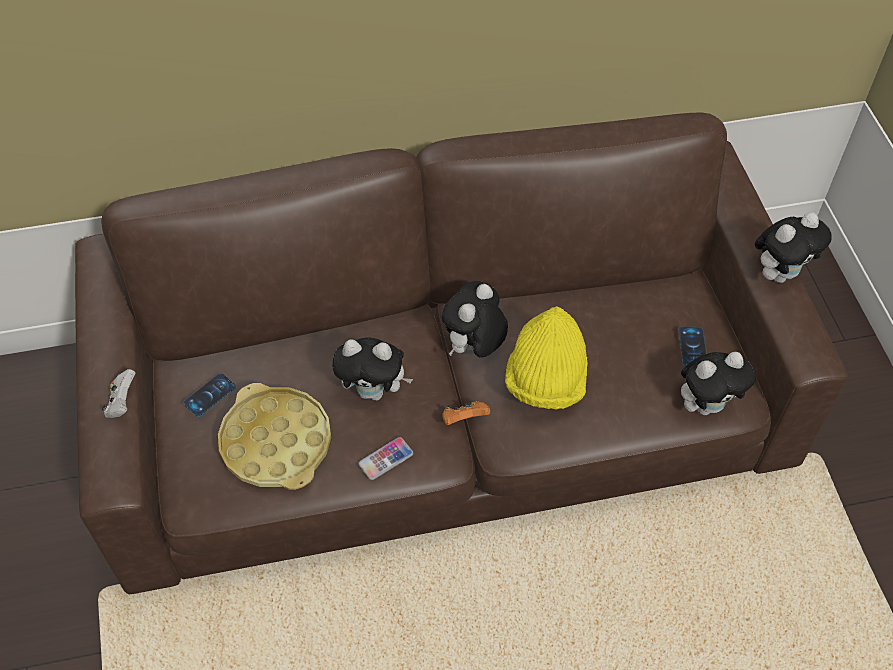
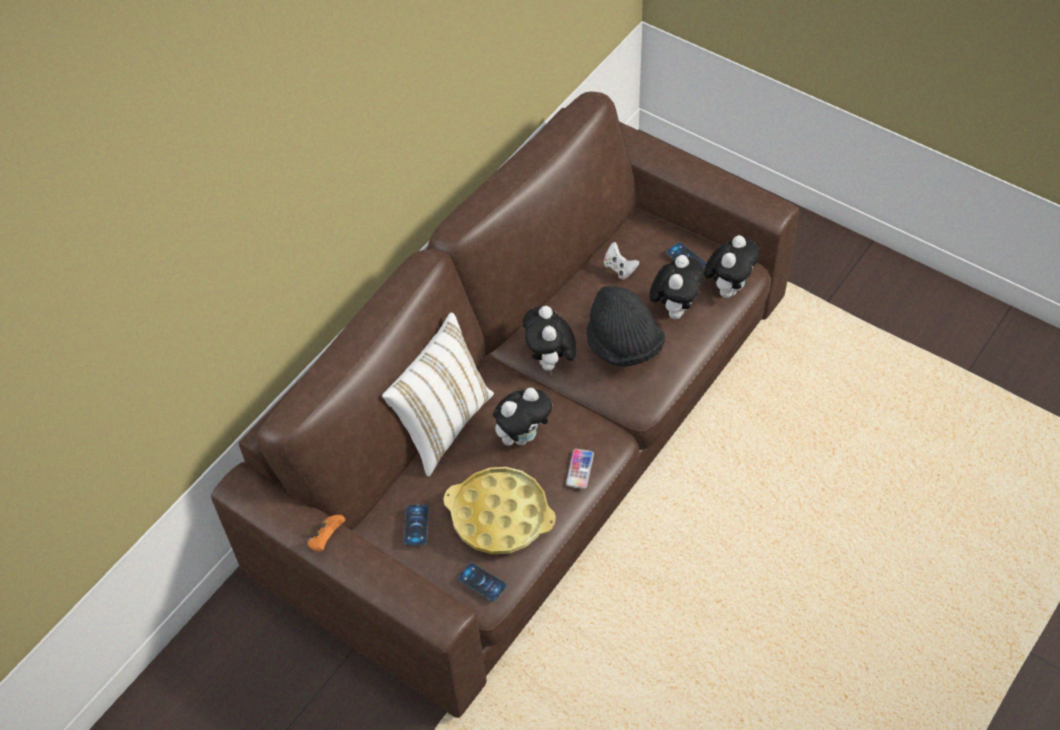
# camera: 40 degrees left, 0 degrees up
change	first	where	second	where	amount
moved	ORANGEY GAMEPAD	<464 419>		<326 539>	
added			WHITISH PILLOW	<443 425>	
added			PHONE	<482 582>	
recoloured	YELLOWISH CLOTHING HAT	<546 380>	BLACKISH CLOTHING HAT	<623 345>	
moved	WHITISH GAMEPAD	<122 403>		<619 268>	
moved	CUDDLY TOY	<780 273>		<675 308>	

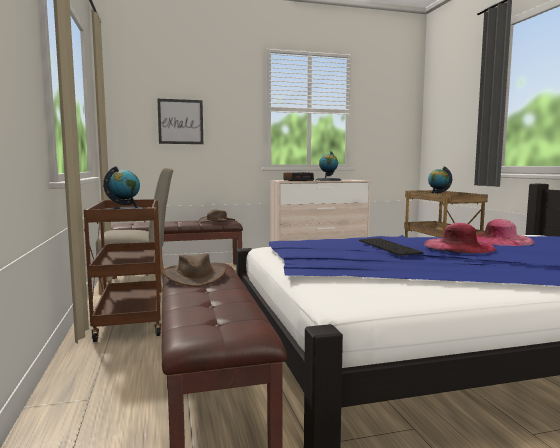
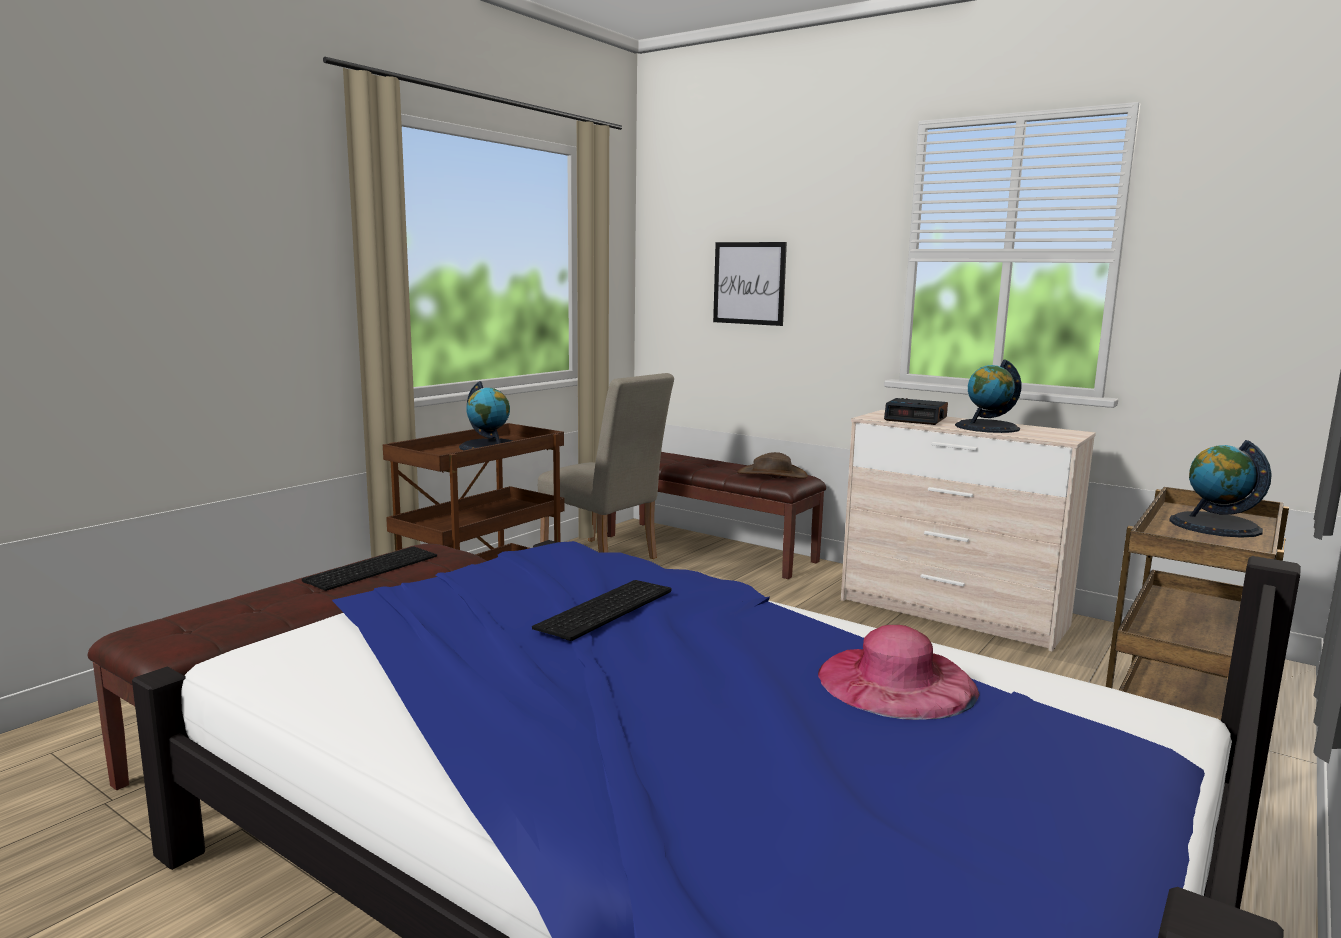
# camera: 50 degrees right, 5 degrees up
change	first	where	second	where	amount
replaced	BROWN-COLOURED CLOTHING HAT	<194 277>	KEYBOARD	<372 567>	
removed	PINK-COLOURED CLOTHING HAT	<458 246>			

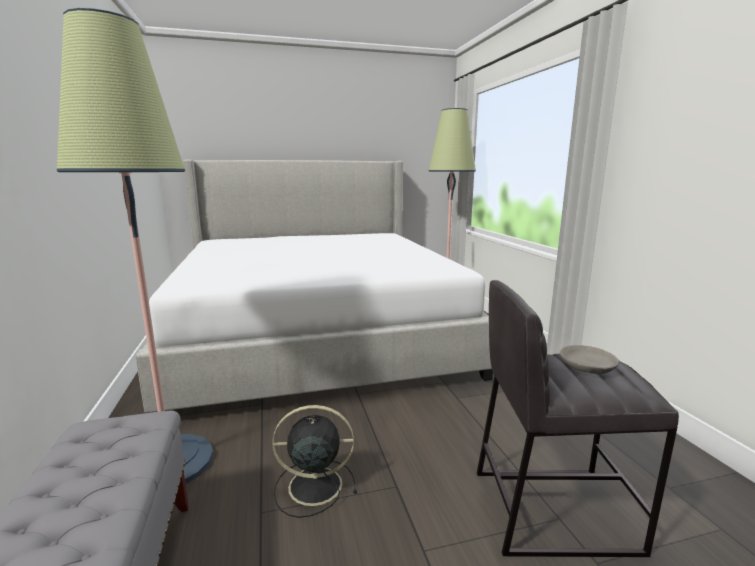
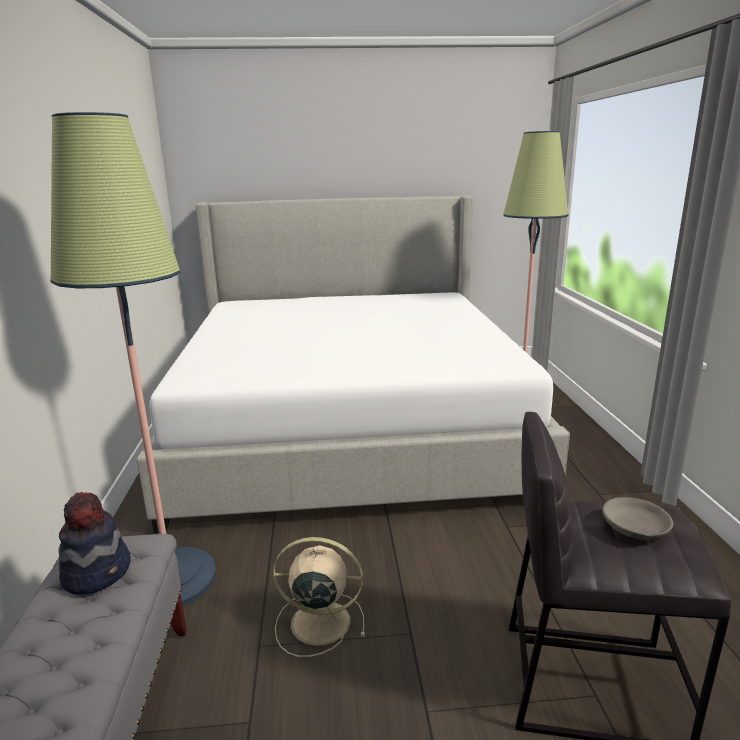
# camera: 10 degrees right, 5 degrees up
change	first	where	second	where	amount
added			CLOTHING HAT	<98 572>	
recoloured	BLACKISH FAN	<312 486>	SAND-COLOURED FAN	<317 622>	

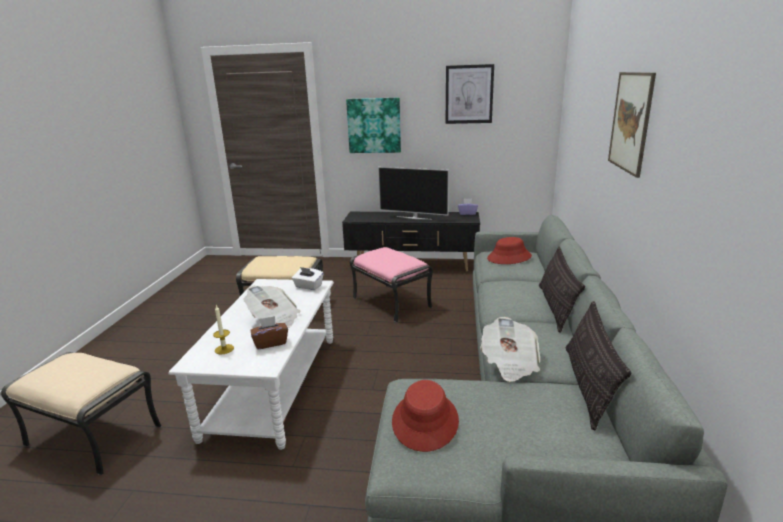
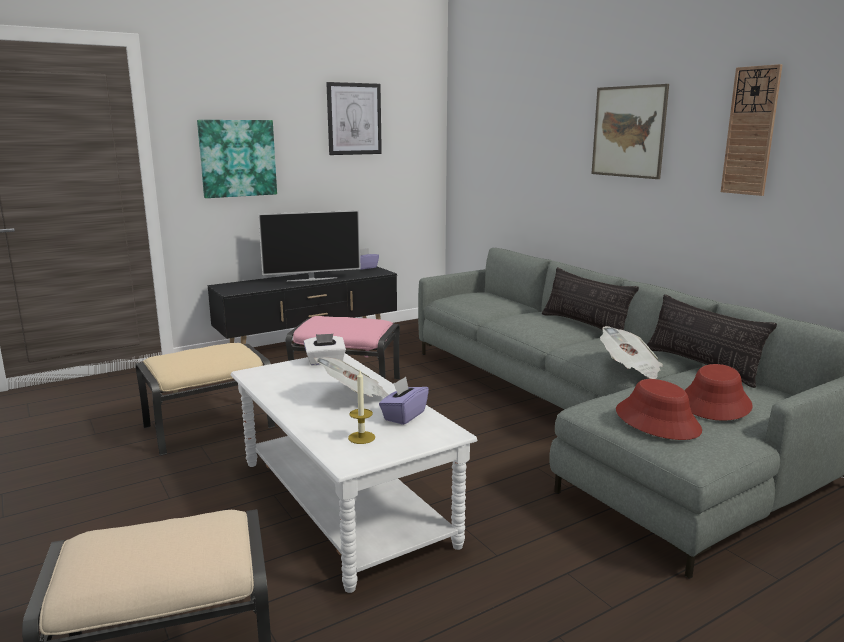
# camera: 40 degrees left, 5 degrees down
change	first	where	second	where	amount
recoloured	BROWN-COLOURED TISSUE HOLDER	<270 343>	PURPLE TISSUE HOLDER	<404 416>	
moved	RED CLOTHING HAT	<509 257>		<715 403>	
added			WALL CLOCK	<751 131>	

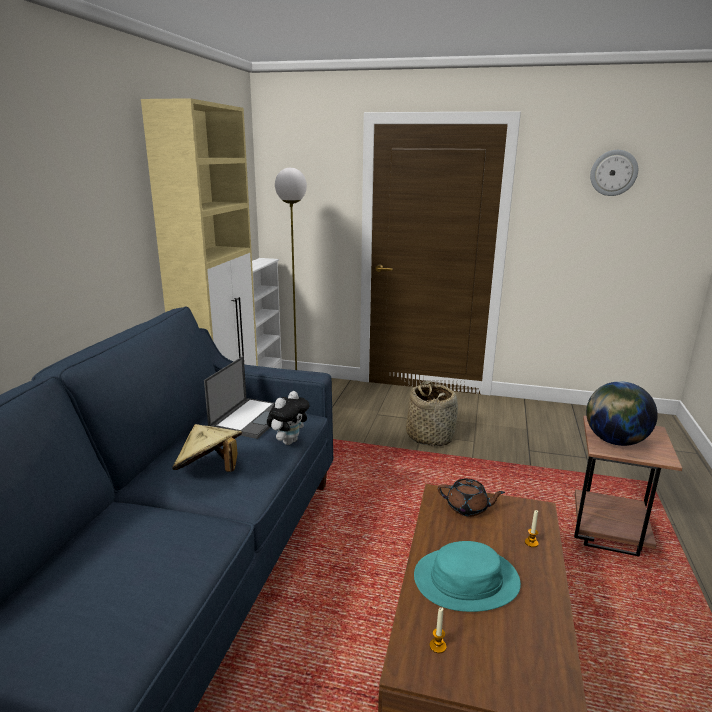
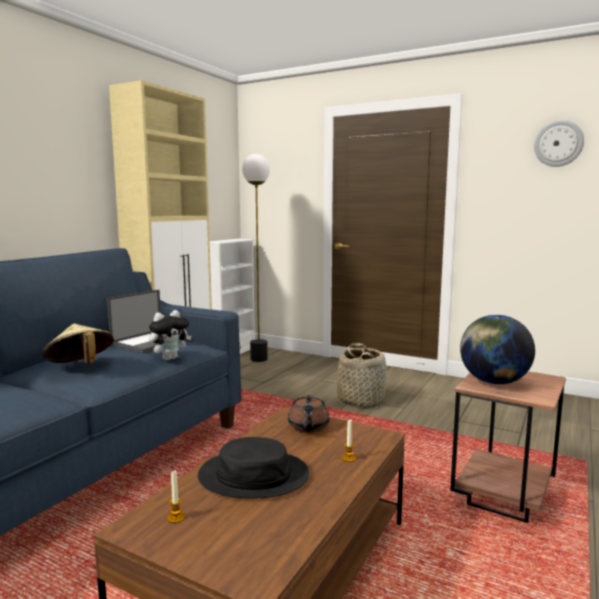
# camera: 15 degrees right, 10 degrees down
change	first	where	second	where	amount
recoloured	TURQUOISE CLOTHING HAT	<466 580>	BLACKISH CLOTHING HAT	<253 475>	
turned	BROWN-COLOURED POT FOR TEA	<468 508>		<308 427>	60 degrees clockwise

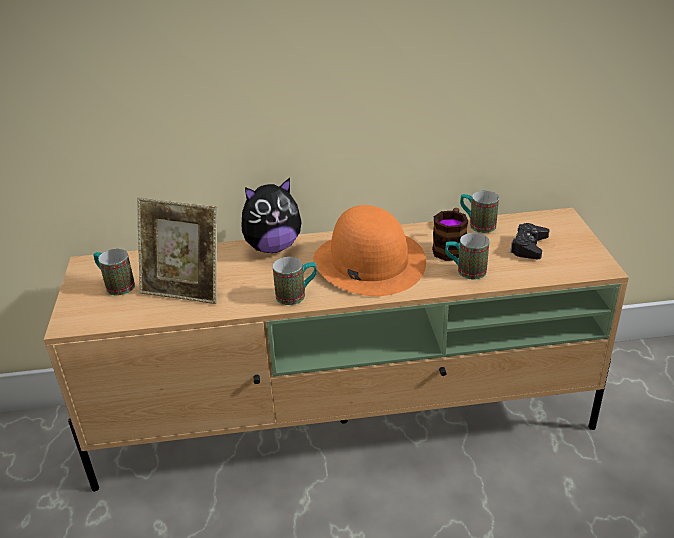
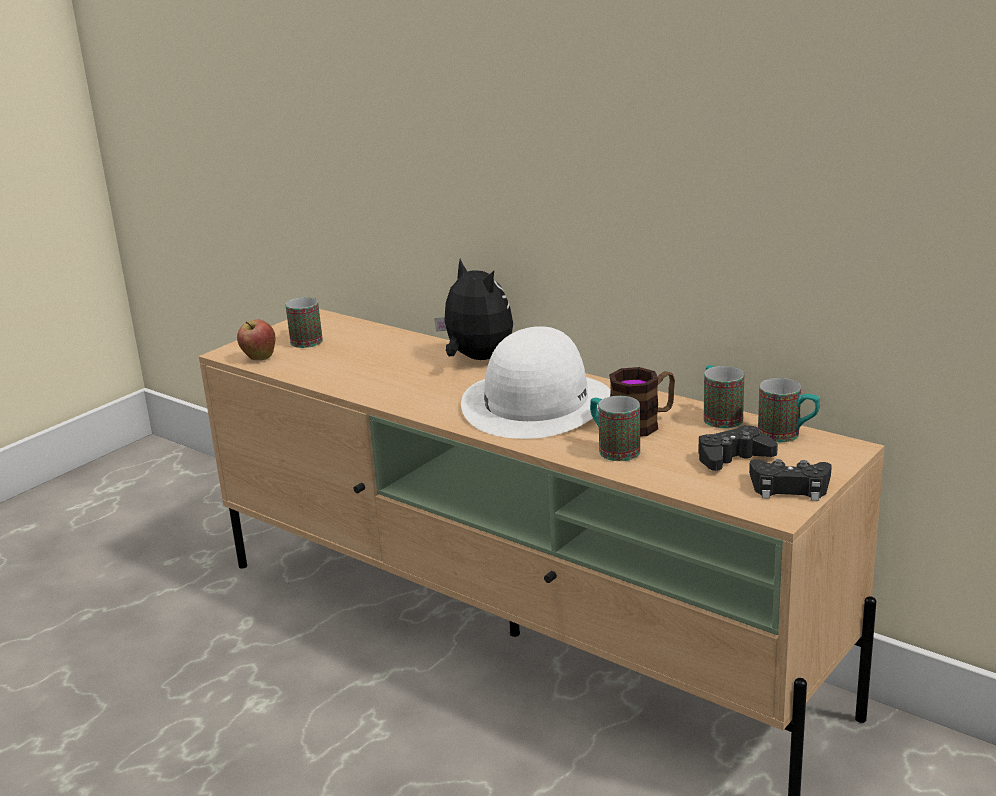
# camera: 45 degrees right, 10 degrees down
change	first	where	second	where	amount
added			WHOLE APPLE	<259 358>	
turned	CUDDLY TOY	<273 247>		<476 359>	150 degrees counterclockwise
recoloured	ORANGEY CLOTHING HAT	<368 262>	WHITISH CLOTHING HAT	<536 403>	
added			BLACKISH GAMEPAD	<790 487>	
moved	COFFEE MUG	<297 295>		<787 435>	
removed	PHOTO FRAME	<184 290>			

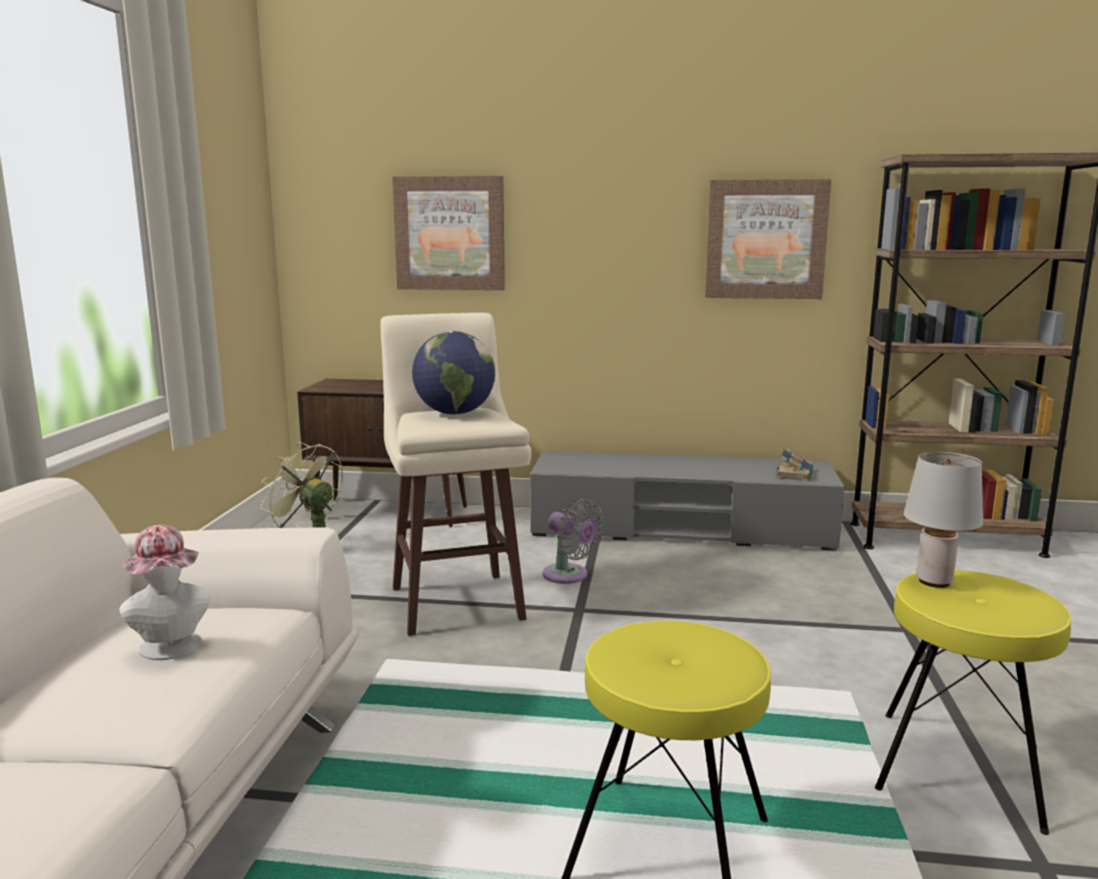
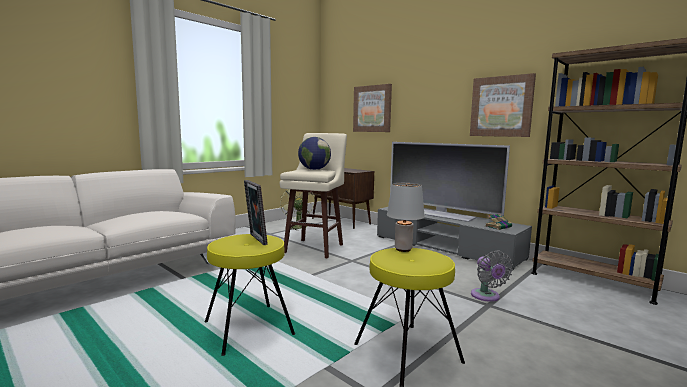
# camera: 35 degrees right, 5 degrees down
change	first	where	second	where	amount
added			PHOTO FRAME	<255 239>	
added			TV SET	<440 214>	
moved	GREY FAN	<569 576>		<487 297>	
removed	CLOTHING HAT	<171 649>			

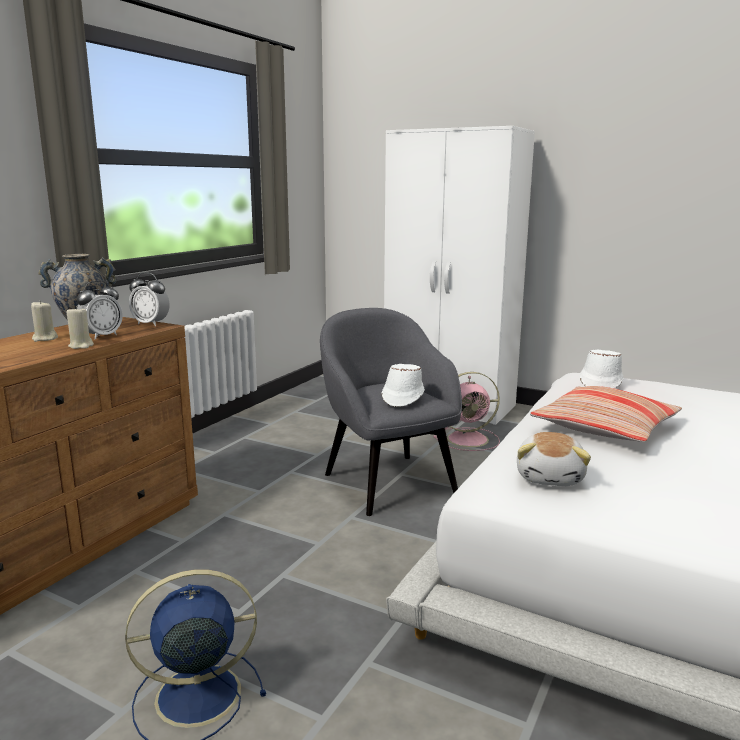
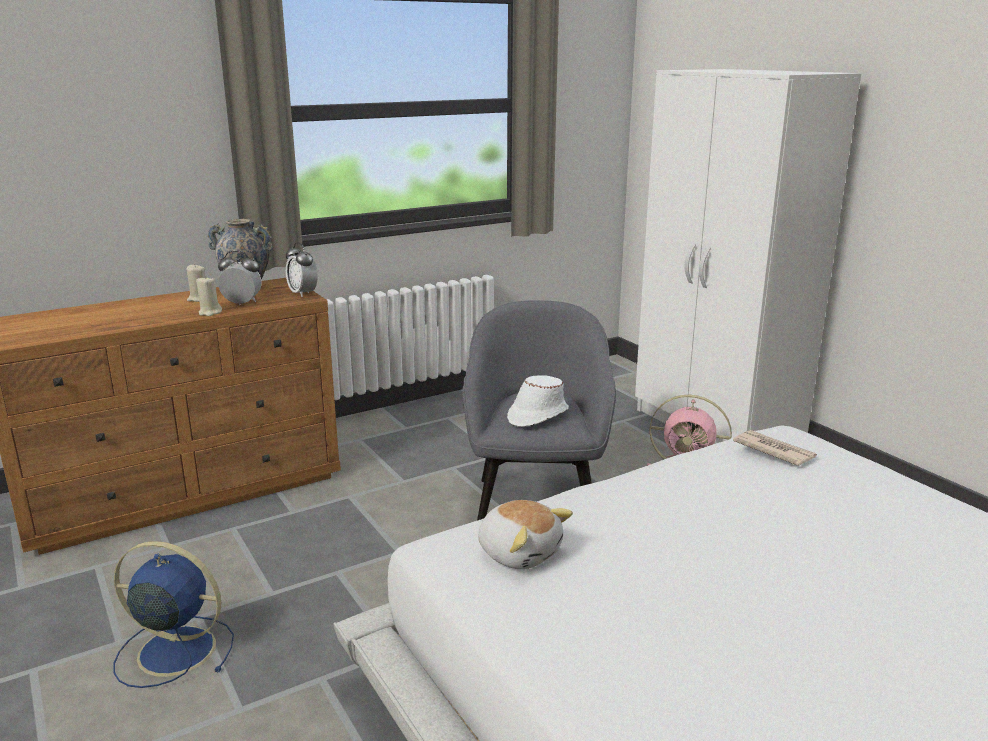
# camera: 30 degrees right, 5 degrees up
change	first	where	second	where	amount
turned	BEDSIDE CLOCK	<102 336>		<242 303>	150 degrees counterclockwise
turned	CUDDLY TOY	<551 477>		<520 552>	90 degrees counterclockwise
replaced	WHITISH CLOTHING HAT	<600 383>	DAILY PAPER	<773 450>	
removed	PILLOW	<605 428>			

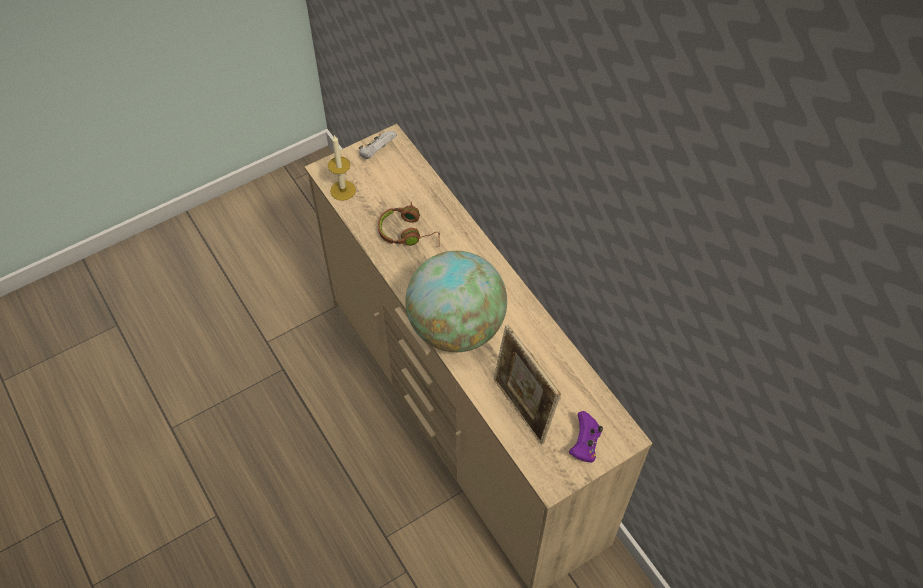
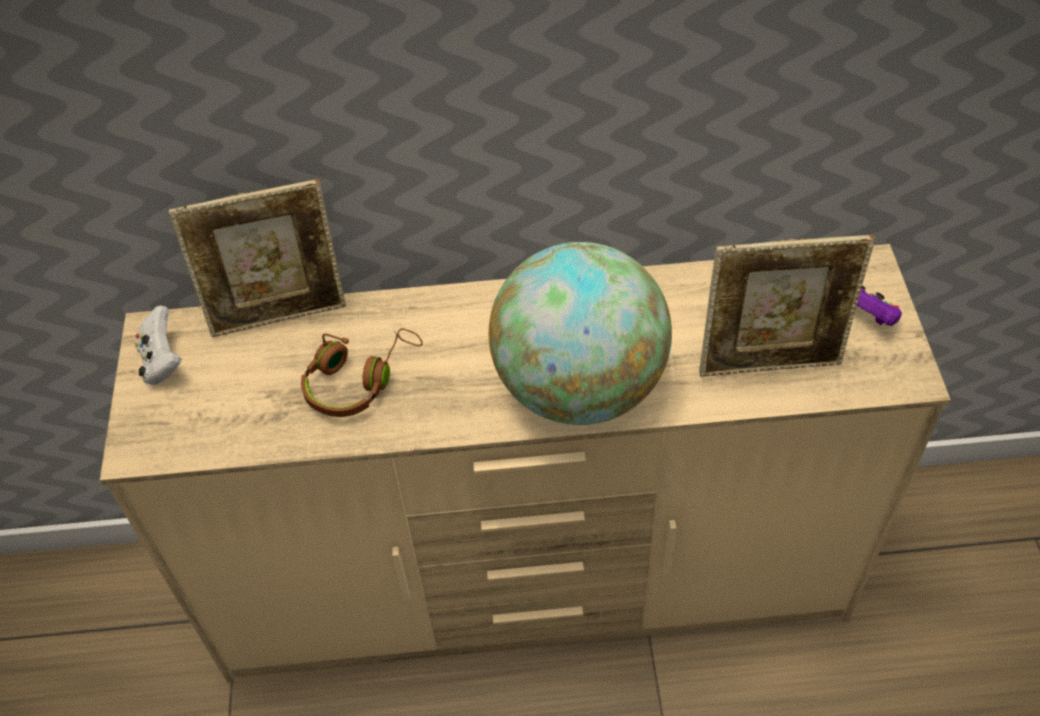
# camera: 60 degrees left, 5 degrees down
change	first	where	second	where	amount
added			PHOTO FRAME	<280 315>	
removed	CANDLE	<343 190>			

